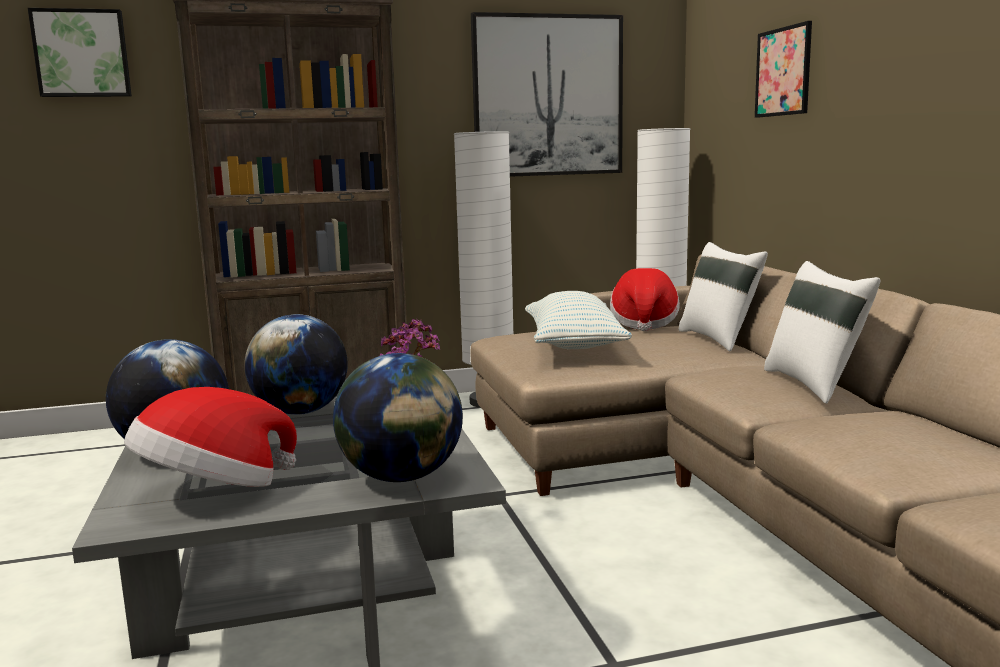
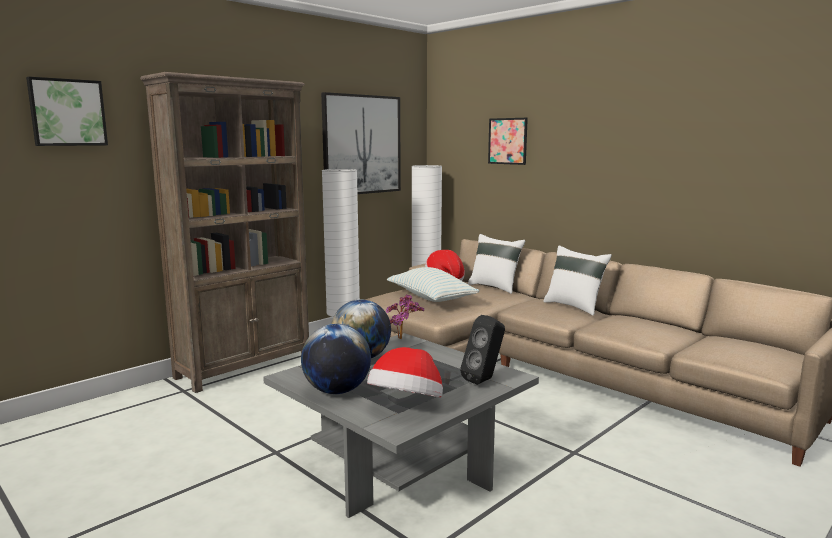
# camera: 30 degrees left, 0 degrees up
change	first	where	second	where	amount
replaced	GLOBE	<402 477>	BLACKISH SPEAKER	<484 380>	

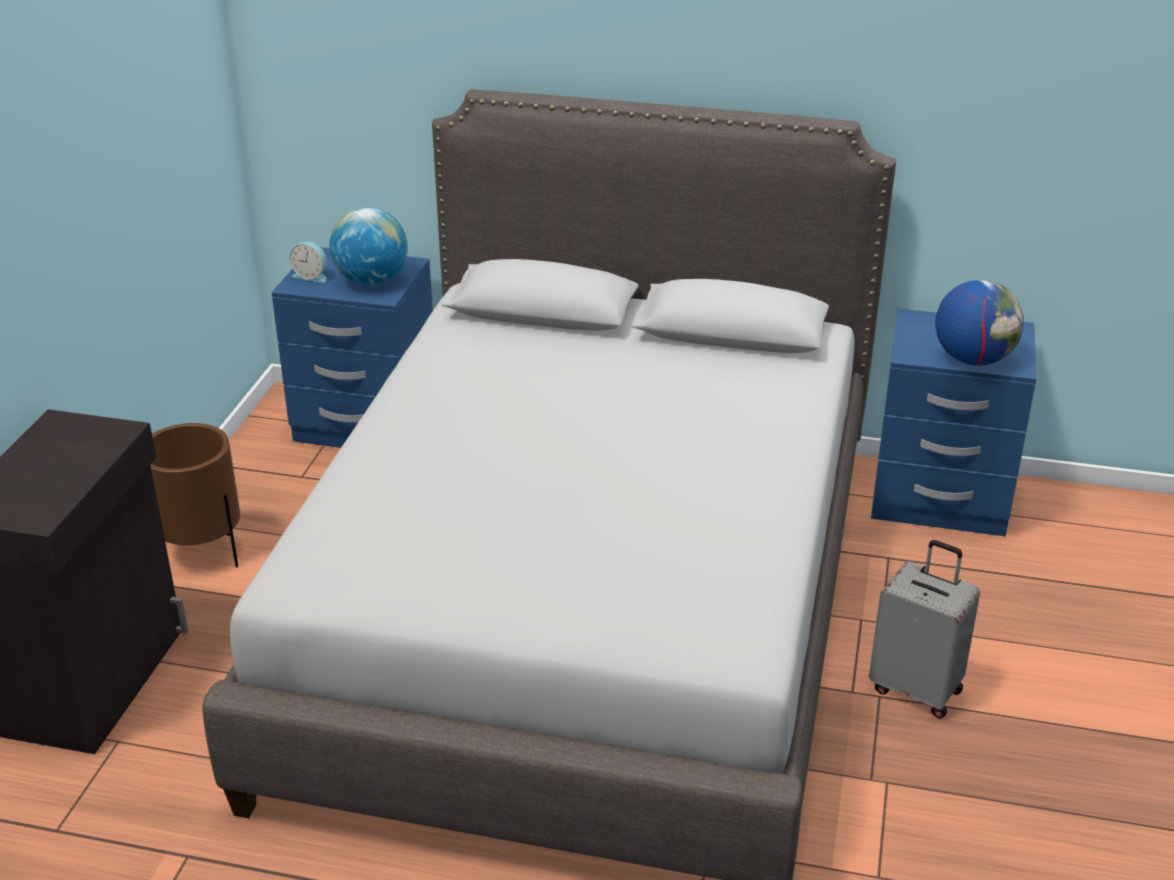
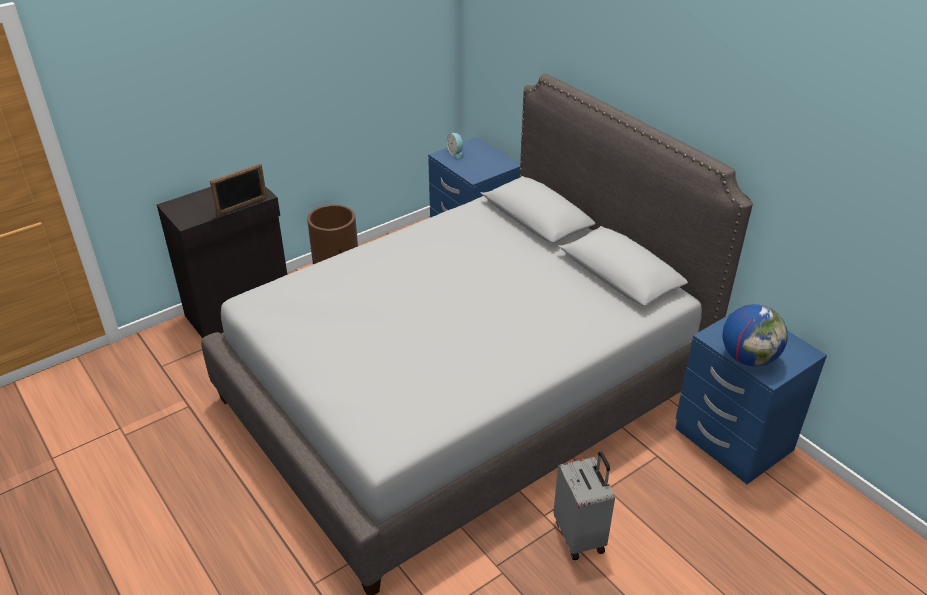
# camera: 40 degrees right, 5 degrees up
change	first	where	second	where	amount
added			PHOTO FRAME	<242 206>	
removed	GLOBE	<371 281>			

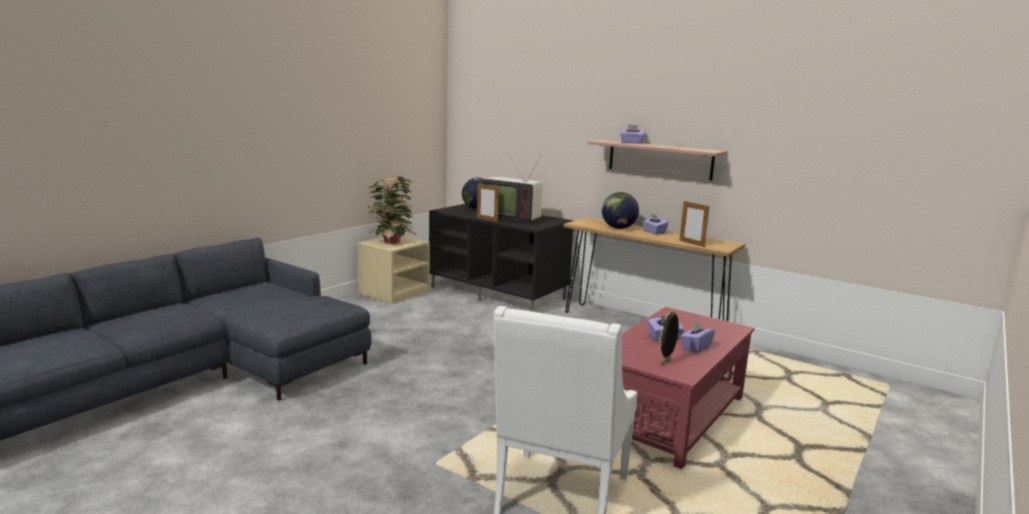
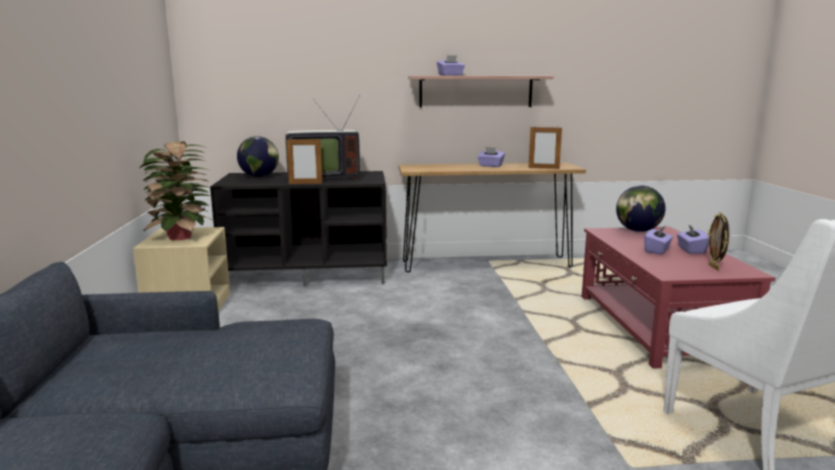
# camera: 40 degrees left, 0 degrees up
change	first	where	second	where	amount
moved	GLOBE	<618 228>		<638 231>	

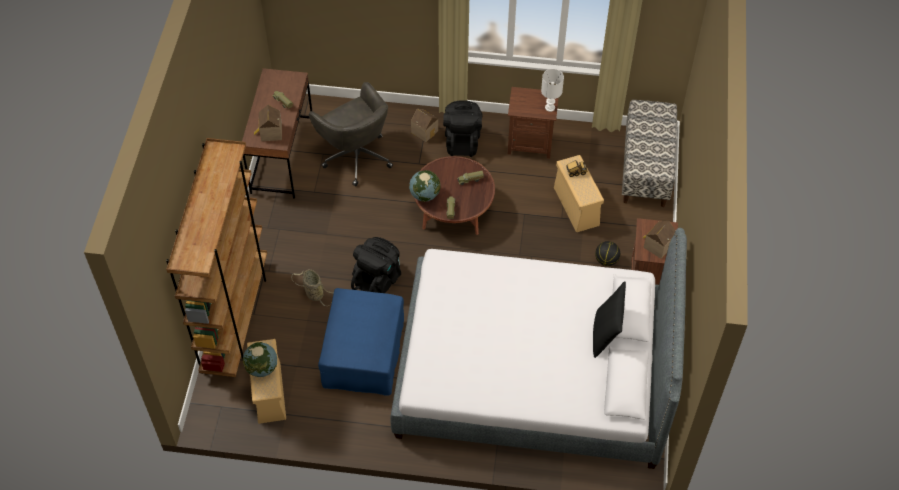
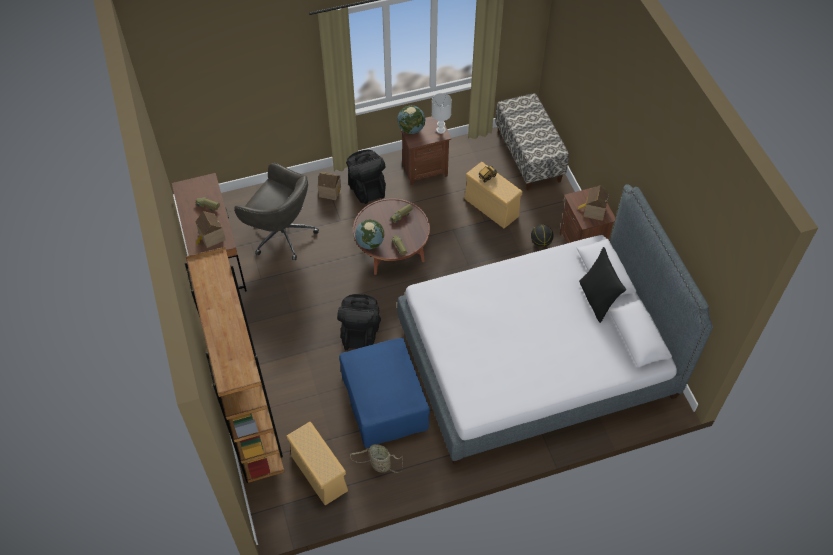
# camera: 25 degrees left, 0 degrees up
change	first	where	second	where	amount
moved	BASKET	<313 293>		<379 465>	
moved	GLOBE	<262 368>		<411 129>	

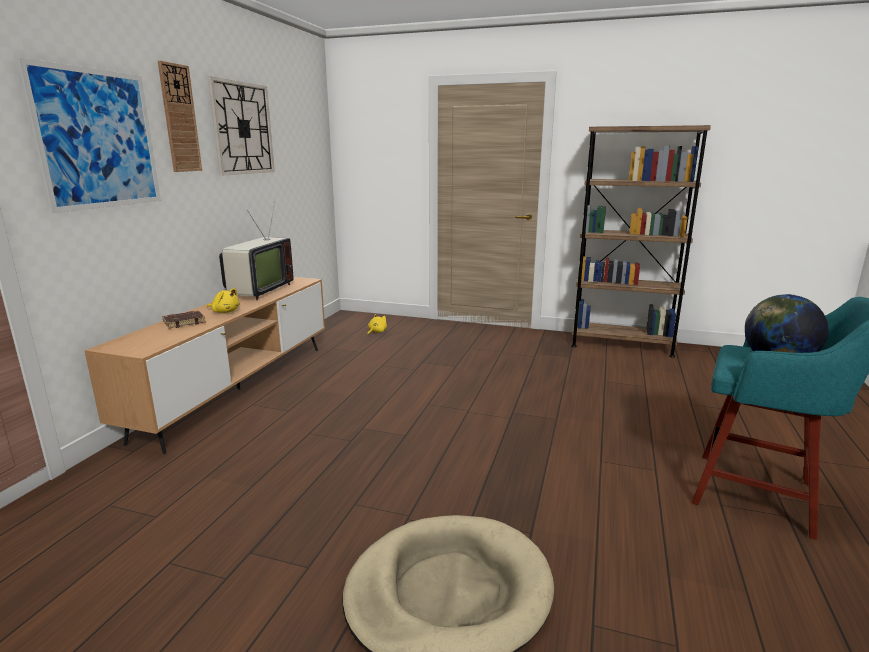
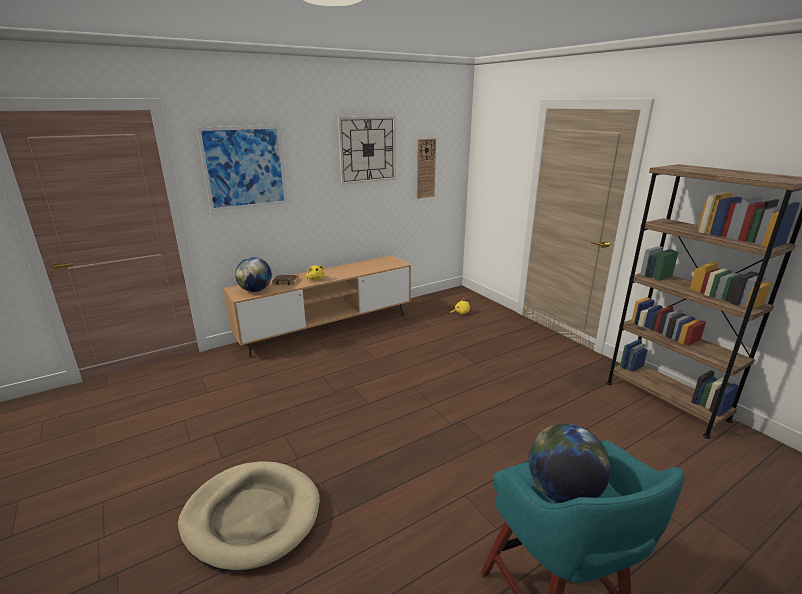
# camera: 40 degrees right, 5 degrees up
change	first	where	second	where	amount
added			GLOBE	<255 290>	
moved	WALL CLOCK	<179 118>		<425 168>	
removed	TV SET	<258 291>			

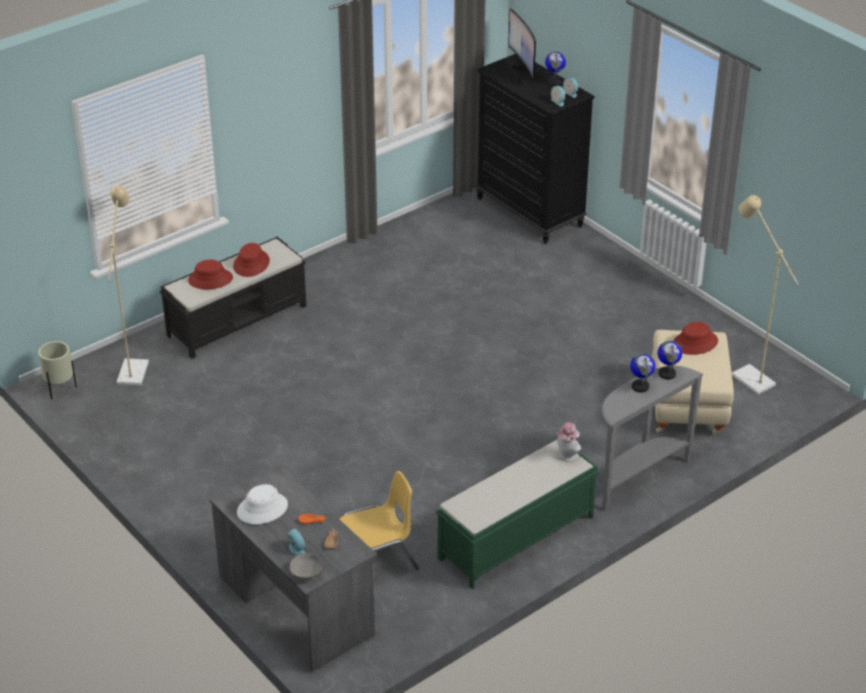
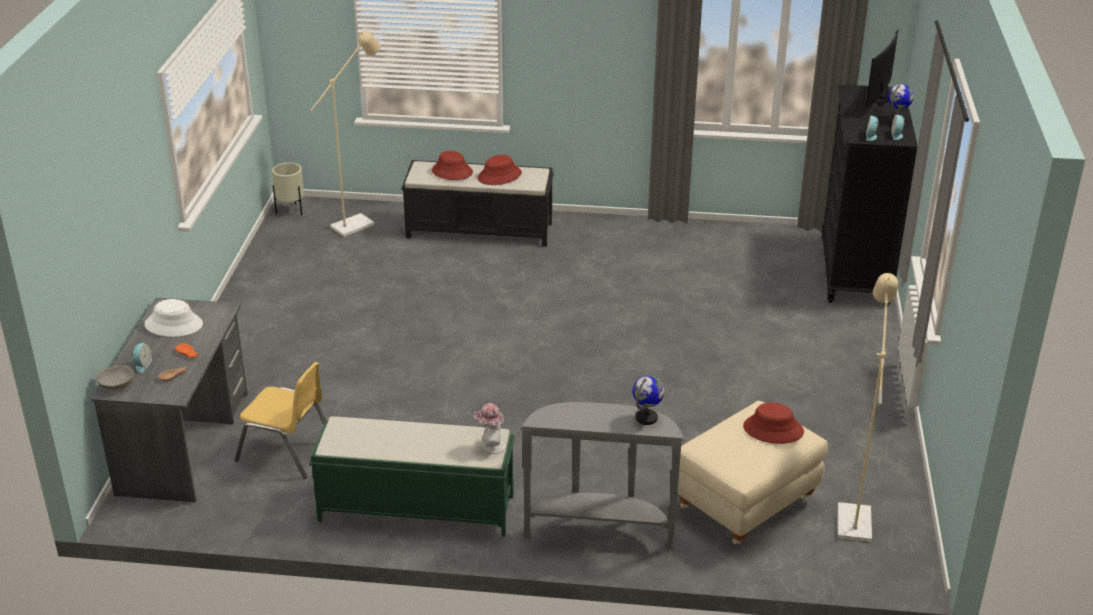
# camera: 45 degrees right, 5 degrees down
change	first	where	second	where	amount
removed	GLOBE	<640 386>			

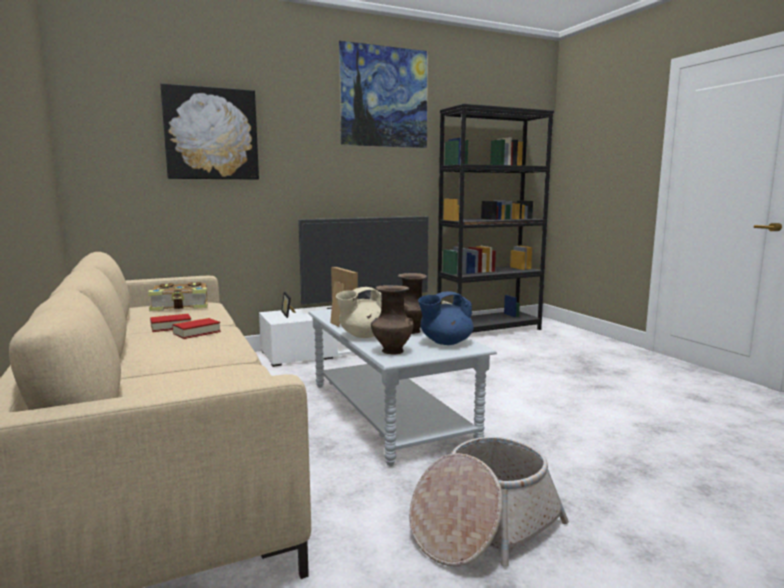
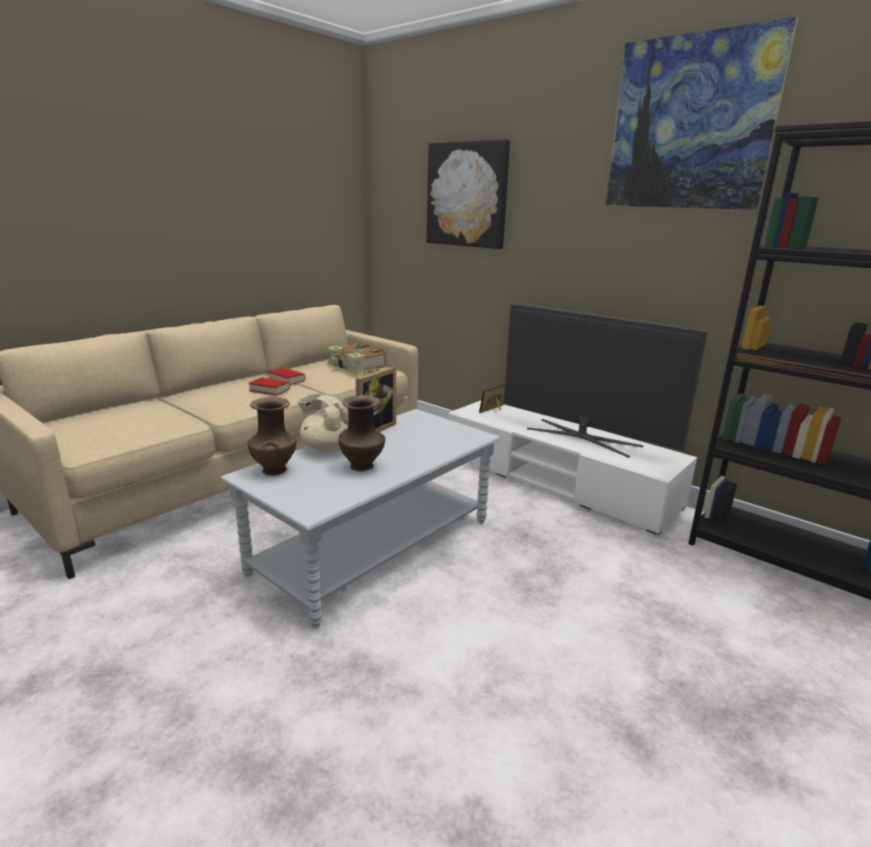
# camera: 65 degrees right, 10 degrees up
change	first	where	second	where	amount
removed	BASKET	<483 527>			
removed	BLUE POT FOR TEA	<445 342>			

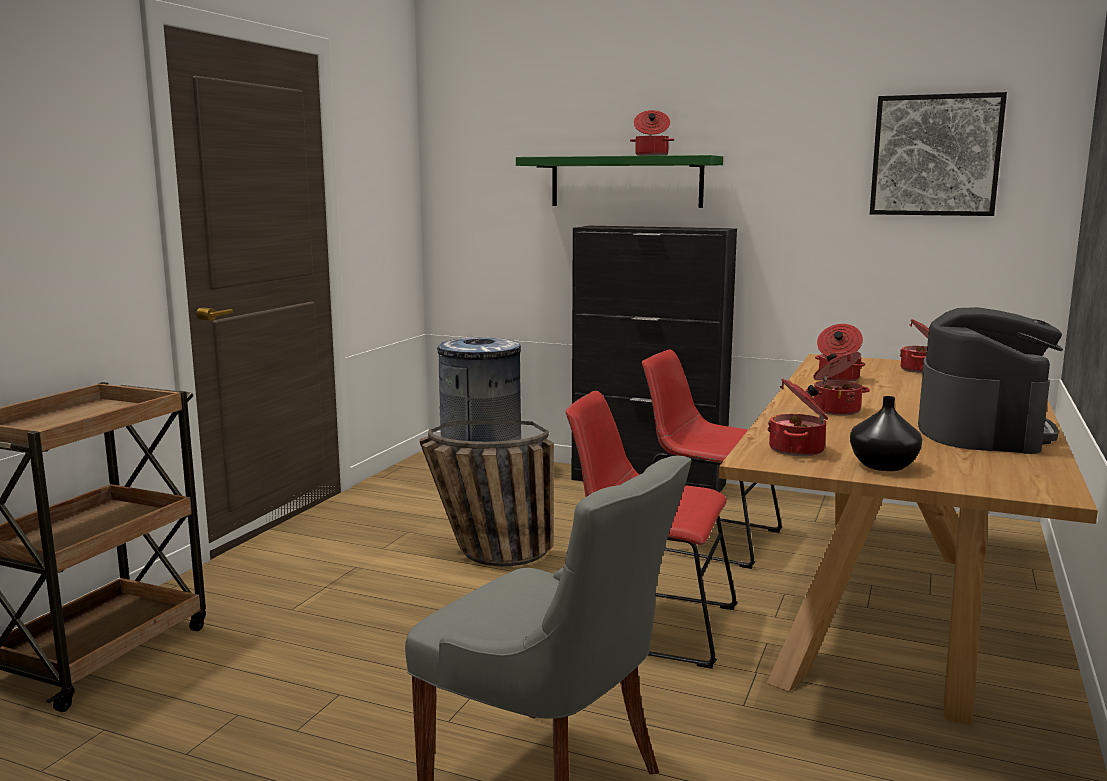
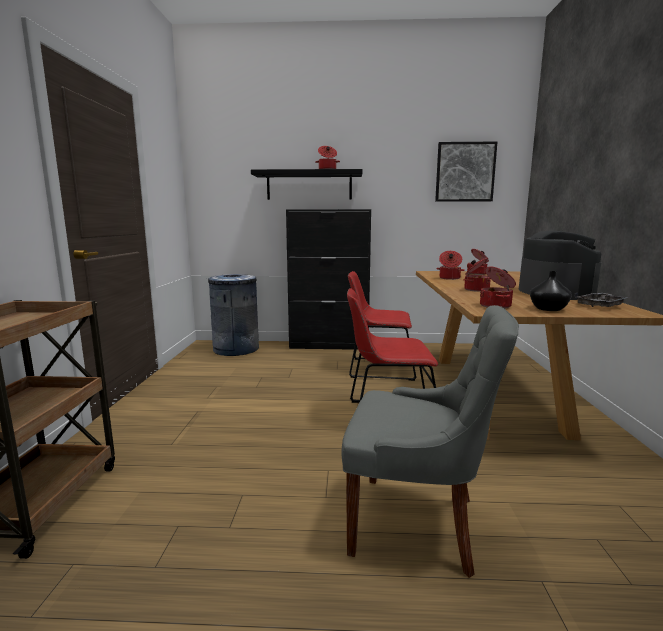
# camera: 20 degrees left, 0 degrees up
change	first	where	second	where	amount
recoloured	GREEN-COLOURED BRACKET SHELF	<626 182>	BLACKISH BRACKET SHELF	<309 186>	
added			GREY TRAY	<601 305>	
removed	BASKET	<485 555>			

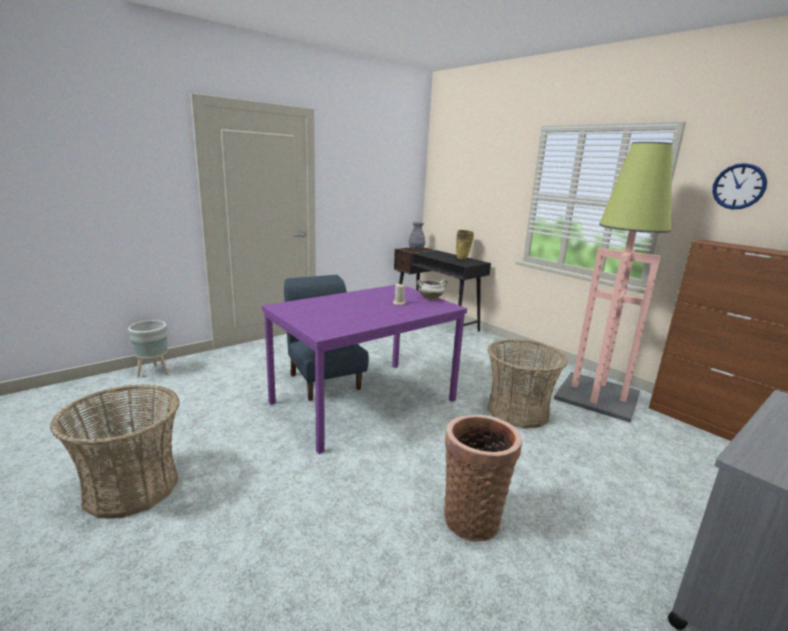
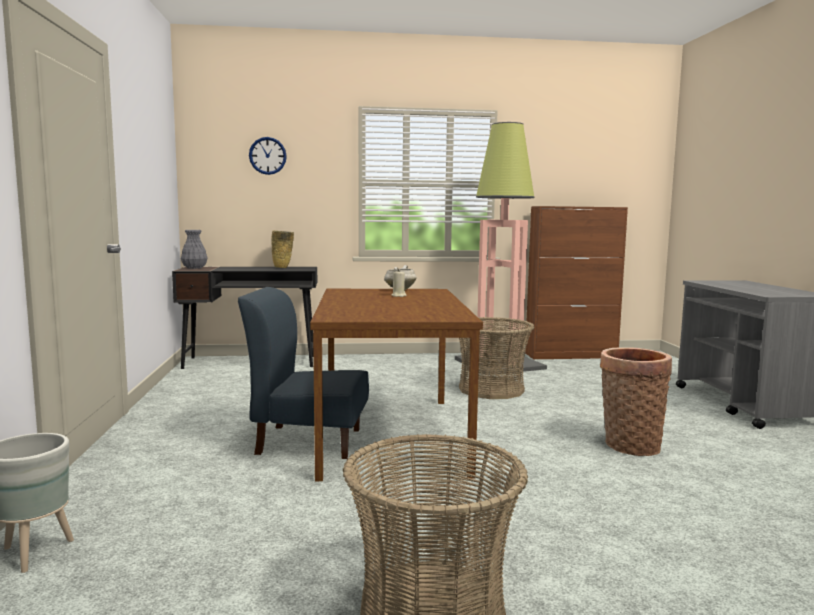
# camera: 55 degrees left, 10 degrees down
change	first	where	second	where	amount
moved	WALL CLOCK	<739 186>		<267 155>	
recoloured	PURPLE DINING TABLE	<364 400>	BROWN-COLOURED DINING TABLE	<389 434>	

